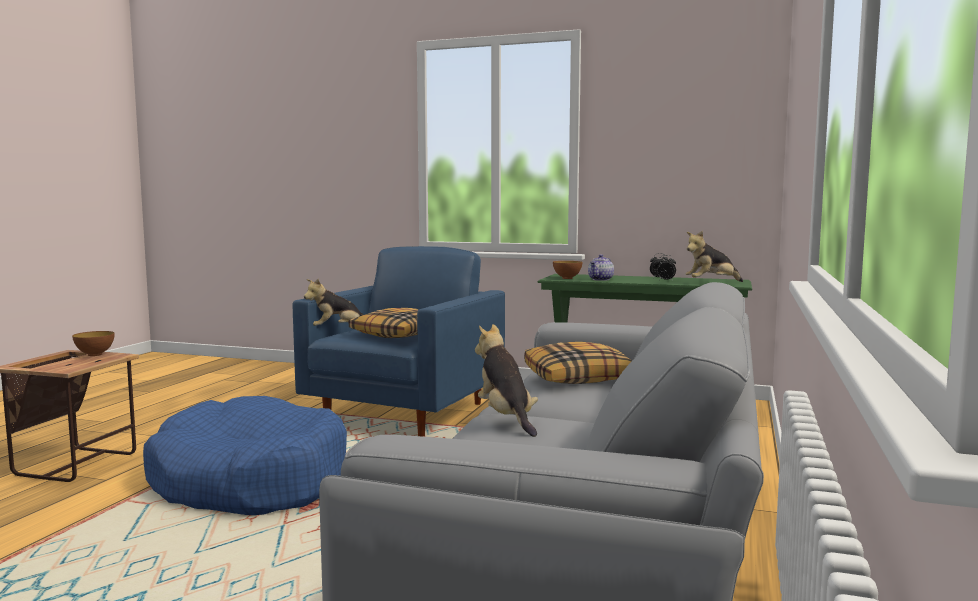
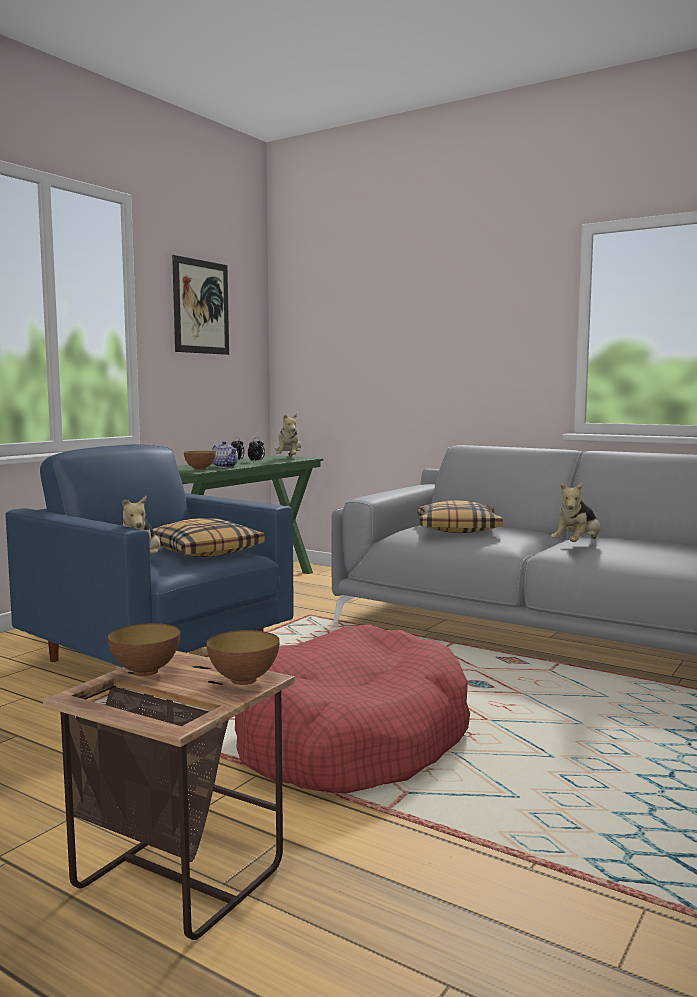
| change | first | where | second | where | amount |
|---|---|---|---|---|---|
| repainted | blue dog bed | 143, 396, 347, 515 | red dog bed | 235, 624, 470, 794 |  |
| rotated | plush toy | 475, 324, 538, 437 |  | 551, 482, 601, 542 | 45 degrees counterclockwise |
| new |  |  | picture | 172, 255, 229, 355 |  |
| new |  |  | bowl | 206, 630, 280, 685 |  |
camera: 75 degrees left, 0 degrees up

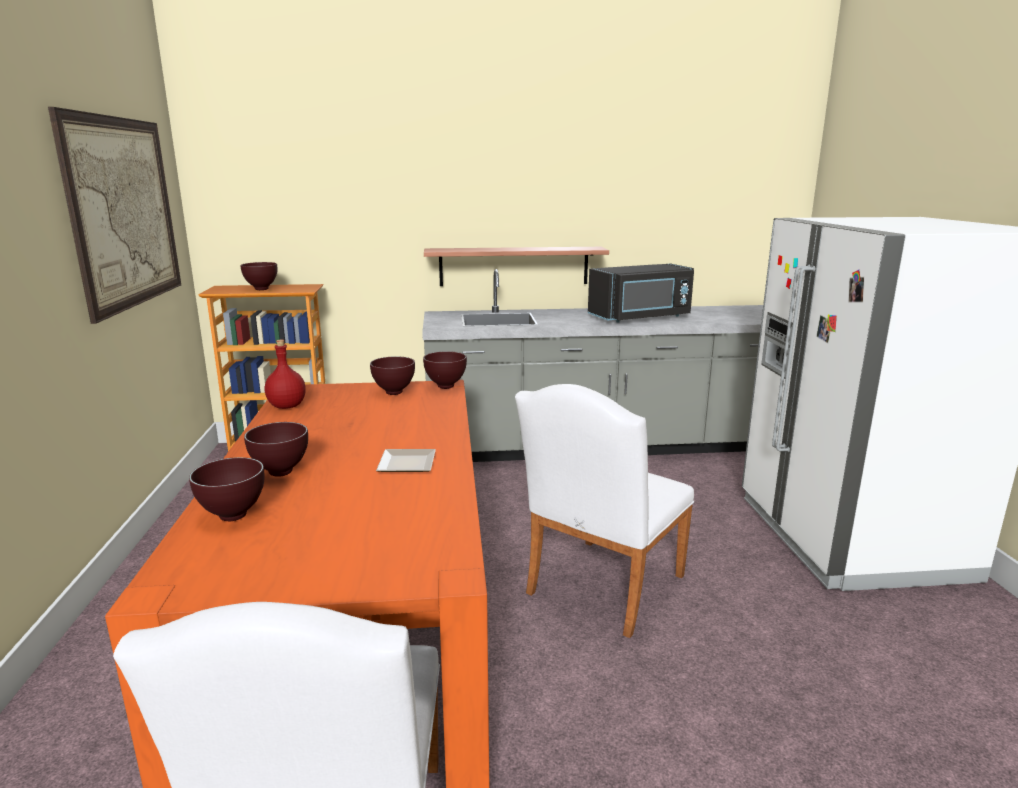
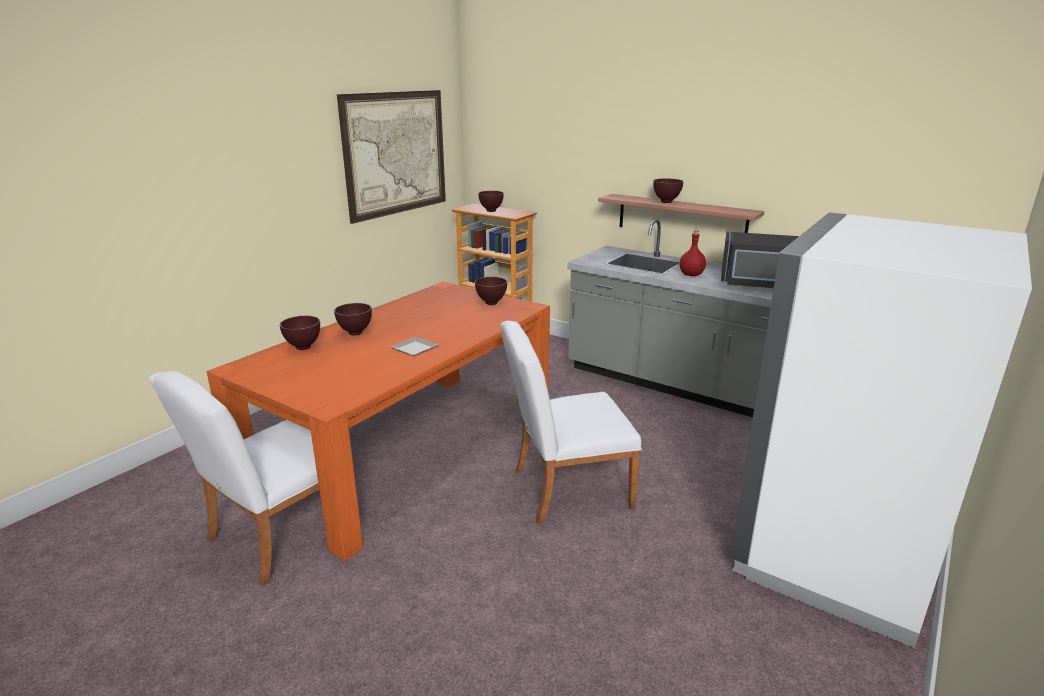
| change | first | where | second | where | amount |
|---|---|---|---|---|---|
| shifted | red bottle | 265, 339, 306, 409 |  | 680, 230, 706, 276 |  |
| shifted | brown bowl | 423, 351, 467, 389 |  | 653, 178, 683, 203 |  |
camera: 40 degrees right, 5 degrees up

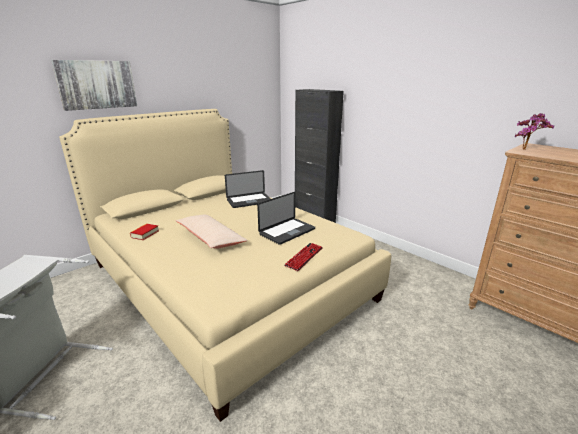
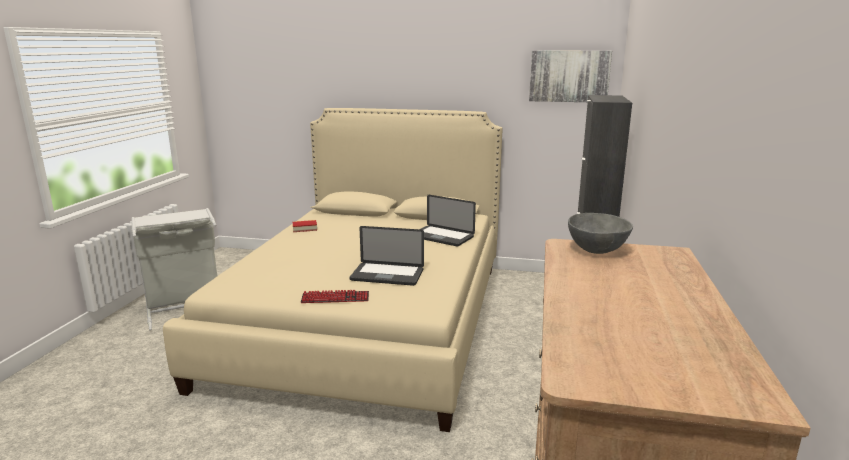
| change | first | where | second | where | amount |
|---|---|---|---|---|---|
| shifted | picture | 51, 60, 137, 111 |  | 529, 51, 612, 102 |  |
| gone | beige pillow | 175, 215, 248, 249 |  |  |  |
| swapped | potted plant | 515, 113, 554, 150 | grey bowl | 568, 213, 633, 254 |  |
camera: 55 degrees right, 5 degrees down

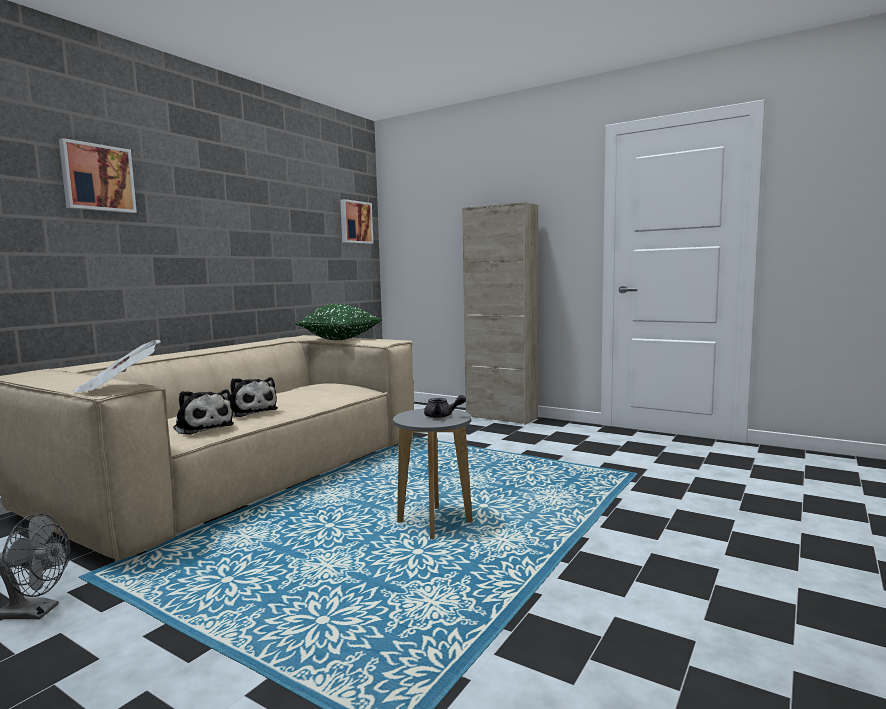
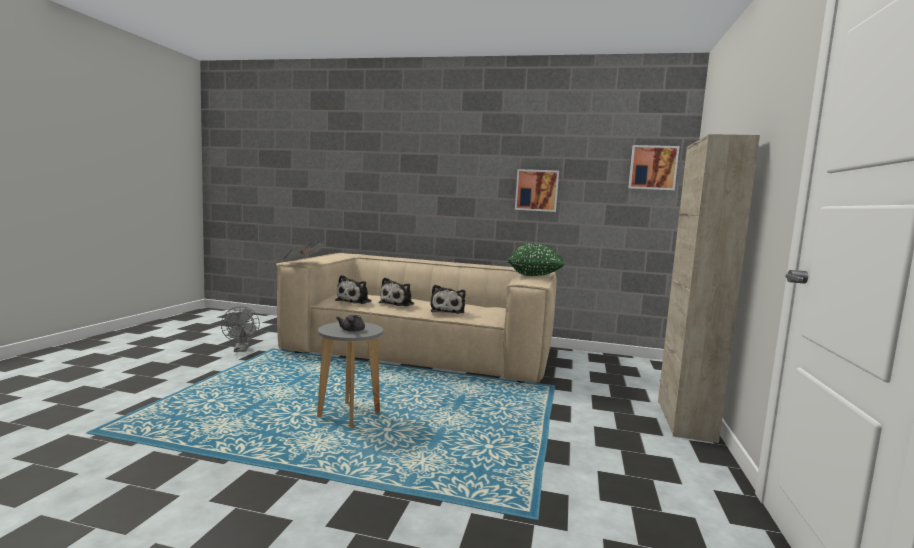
| change | first | where | second | where | amount |
|---|---|---|---|---|---|
| shifted | picture | 59, 138, 137, 213 |  | 515, 169, 559, 212 |  |
| new |  |  | plush toy | 430, 285, 466, 314 |  |
camera: 70 degrees right, 0 degrees up

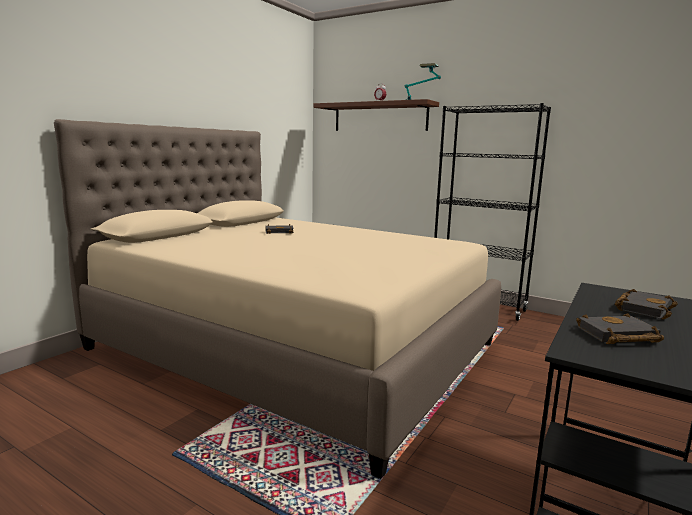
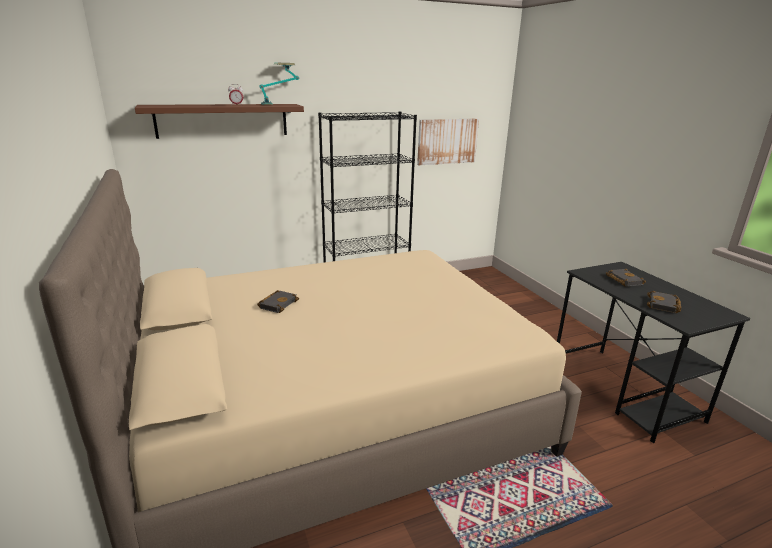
| change | first | where | second | where | amount |
|---|---|---|---|---|---|
| new |  |  | picture | 417, 119, 479, 165 |  |
camera: 55 degrees left, 10 degrees up

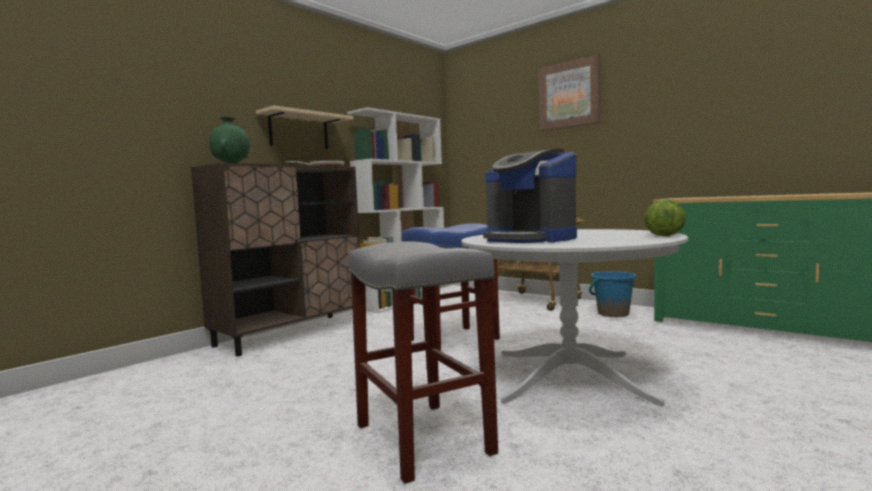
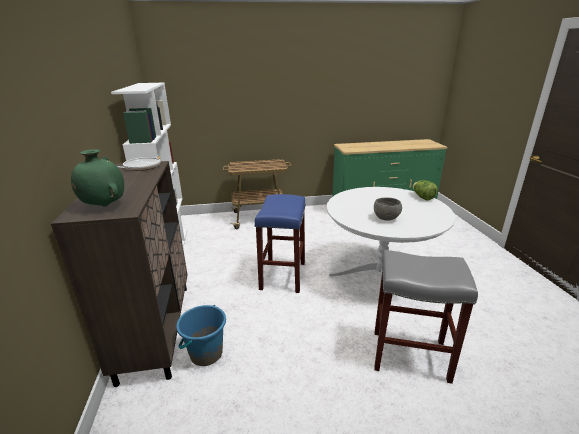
| change | first | where | second | where | amount |
|---|---|---|---|---|---|
| gone | beige shelf | 256, 105, 353, 149 |  |  |  |
| swapped | coffee machine | 483, 149, 577, 243 | grey bowl | 374, 197, 402, 221 |  |
| gone | picture | 539, 55, 600, 131 |  |  |  |
| shifted | blue bucket | 589, 271, 637, 317 |  | 176, 305, 226, 366 |  |
camera: 50 degrees left, 20 degrees up

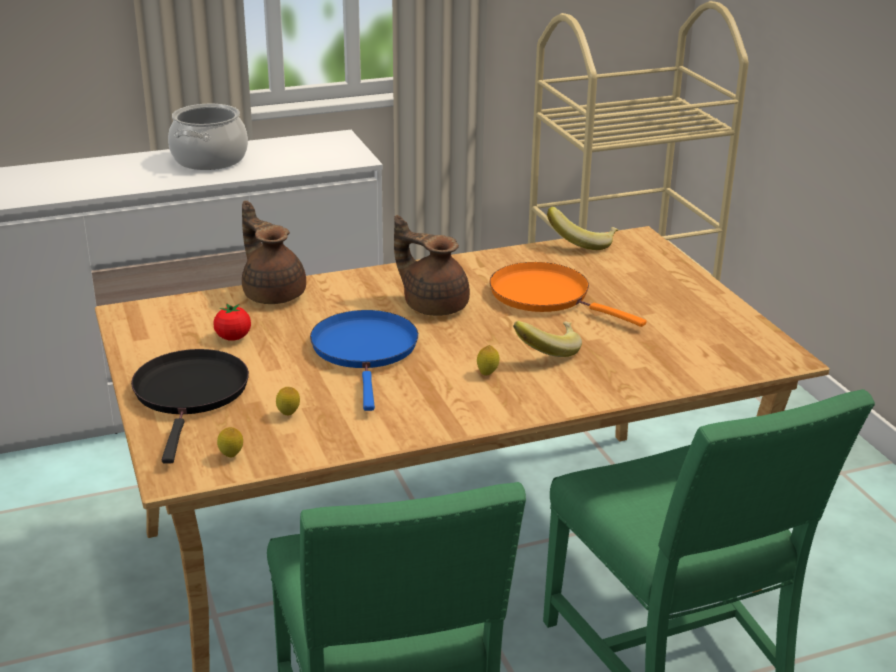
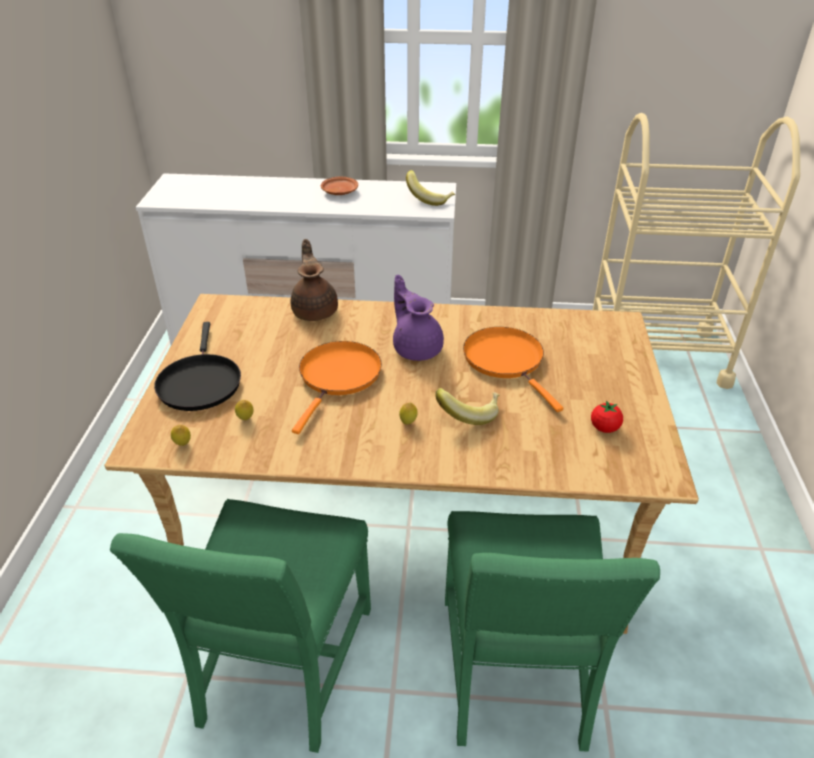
| change | first | where | second | where | amount |
|---|---|---|---|---|---|
| rotated | black frying pan | 131, 349, 249, 464 |  | 154, 322, 241, 411 | 150 degrees clockwise |
| swapped | cooking pot | 168, 104, 248, 170 | brown plate | 321, 177, 358, 195 |  |
| shifted | tomato | 214, 303, 251, 341 |  | 591, 400, 623, 433 |  |
| repainted | blue frying pan | 310, 310, 418, 411 | orange frying pan | 292, 341, 382, 434 |  |
| repainted | brown teapot | 394, 215, 470, 316 | purple teapot | 393, 275, 444, 361 |  |
| shifted | banana | 547, 207, 618, 250 |  | 406, 170, 455, 206 |  |
camera: 25 degrees right, 10 degrees up

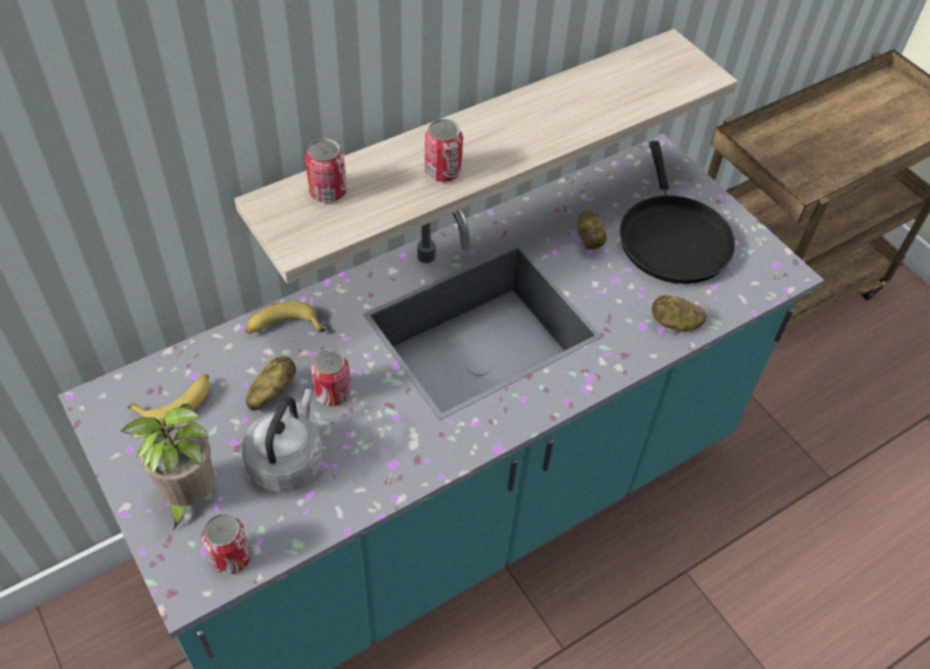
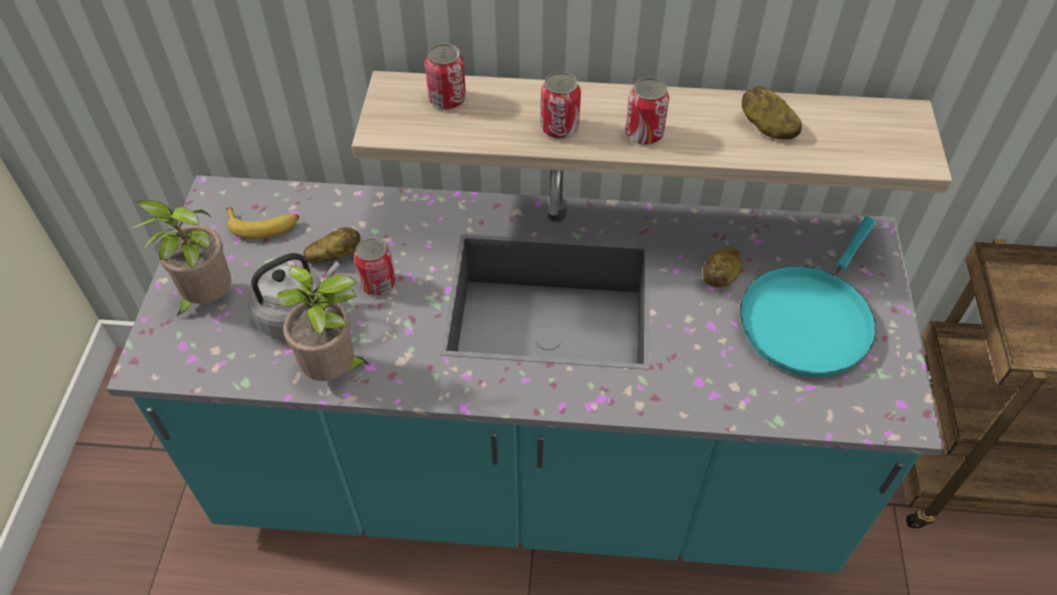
| change | first | where | second | where | amount |
|---|---|---|---|---|---|
| shifted | can | 202, 514, 251, 575 |  | 625, 77, 669, 145 |  |
| gone | banana | 245, 302, 325, 334 |  |  |  |
| repainted | black frying pan | 620, 141, 735, 284 | turquoise frying pan | 740, 216, 876, 377 |  |
| shifted | potato | 652, 295, 706, 332 |  | 742, 86, 802, 139 |  |
| new |  |  | potted plant | 278, 266, 371, 381 |  |
camera: 40 degrees right, 0 degrees up

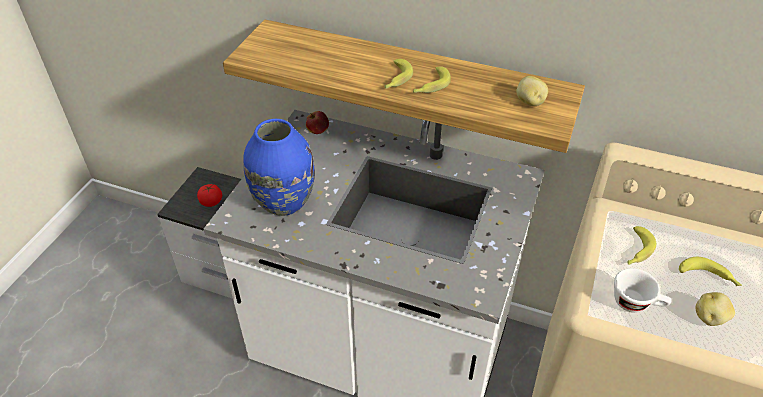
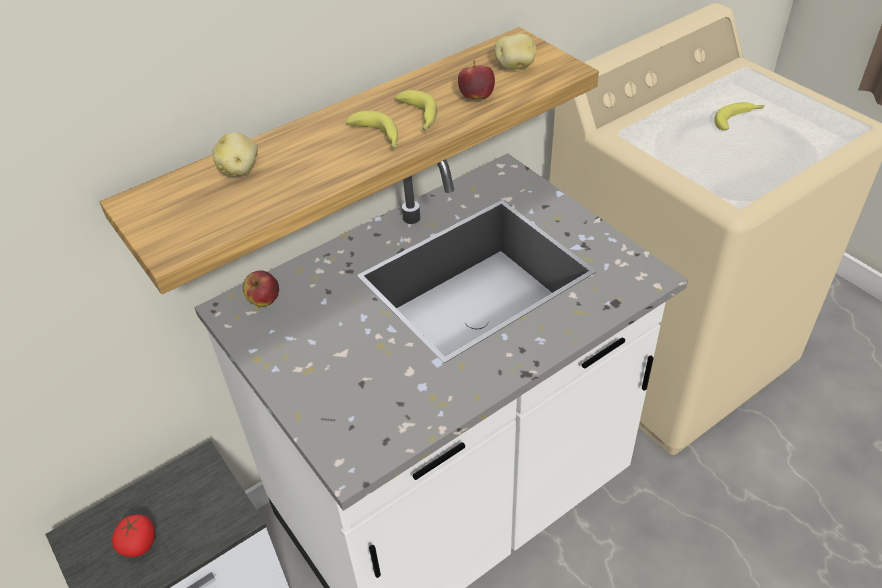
| change | first | where | second | where | amount |
|---|---|---|---|---|---|
| gone | blue vase | 243, 119, 315, 216 |  |  |  |
| gone | white cup | 614, 268, 672, 313 |  |  |  |
| gone | banana | 627, 226, 656, 265 |  |  |  |
| shifted | potato | 695, 292, 735, 326 |  | 213, 132, 258, 176 |  |
| new |  |  | apple | 458, 61, 495, 99 |  |
camera: 55 degrees left, 0 degrees up

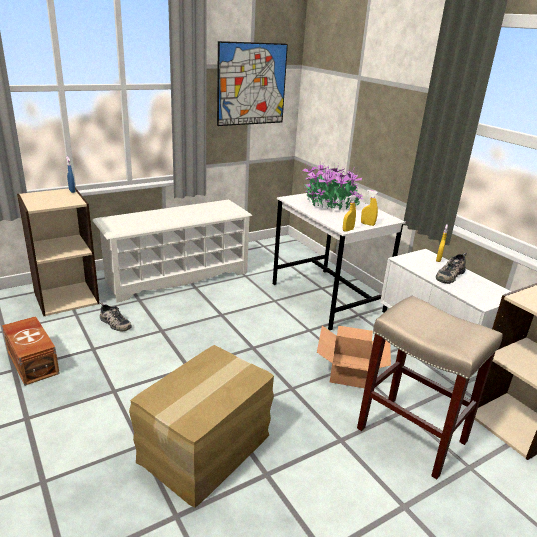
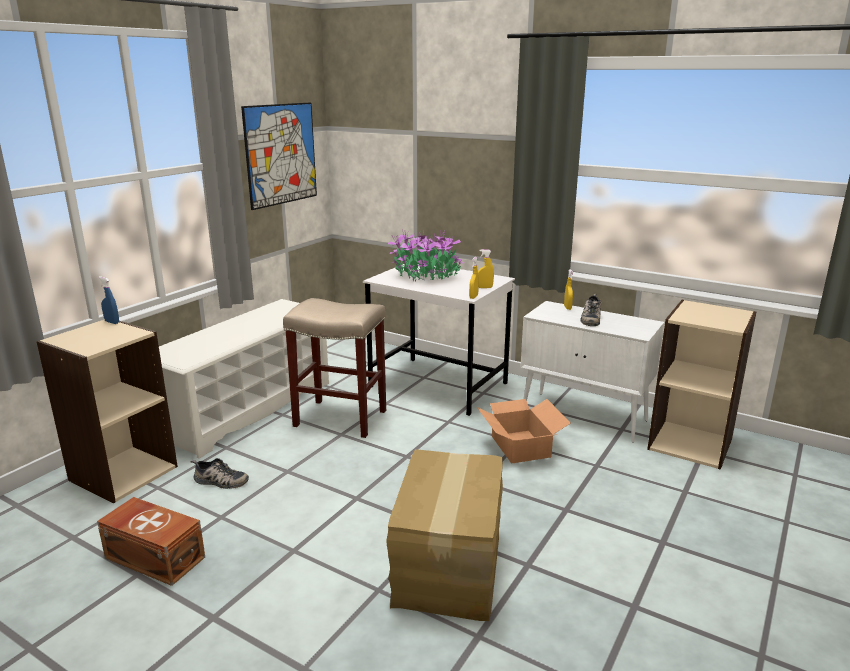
| change | first | where | second | where | amount |
|---|---|---|---|---|---|
| shifted | beige stool | 357, 296, 503, 479 |  | 283, 298, 386, 438 |  |
camera: 25 degrees left, 5 degrees down

